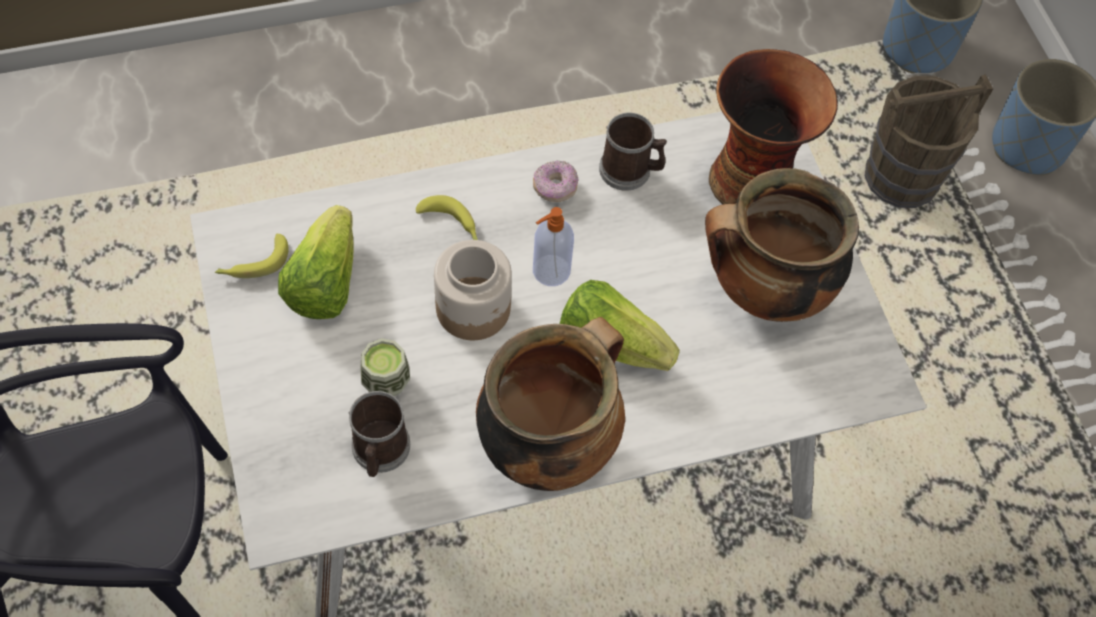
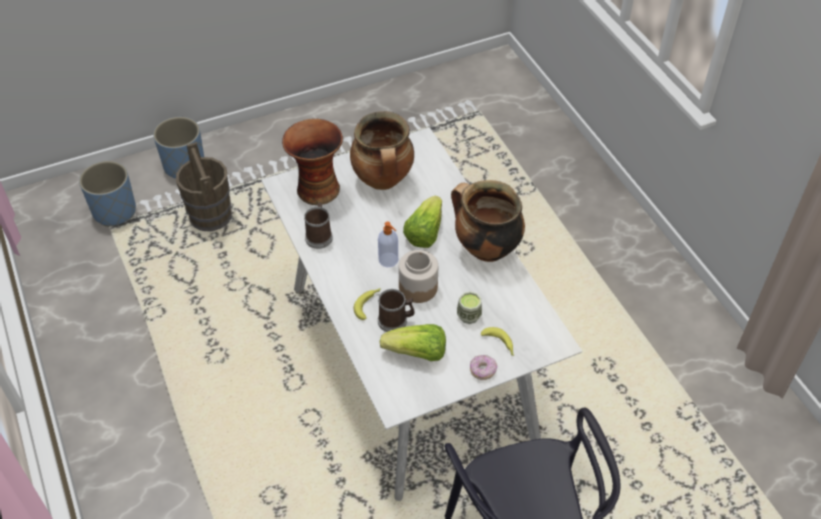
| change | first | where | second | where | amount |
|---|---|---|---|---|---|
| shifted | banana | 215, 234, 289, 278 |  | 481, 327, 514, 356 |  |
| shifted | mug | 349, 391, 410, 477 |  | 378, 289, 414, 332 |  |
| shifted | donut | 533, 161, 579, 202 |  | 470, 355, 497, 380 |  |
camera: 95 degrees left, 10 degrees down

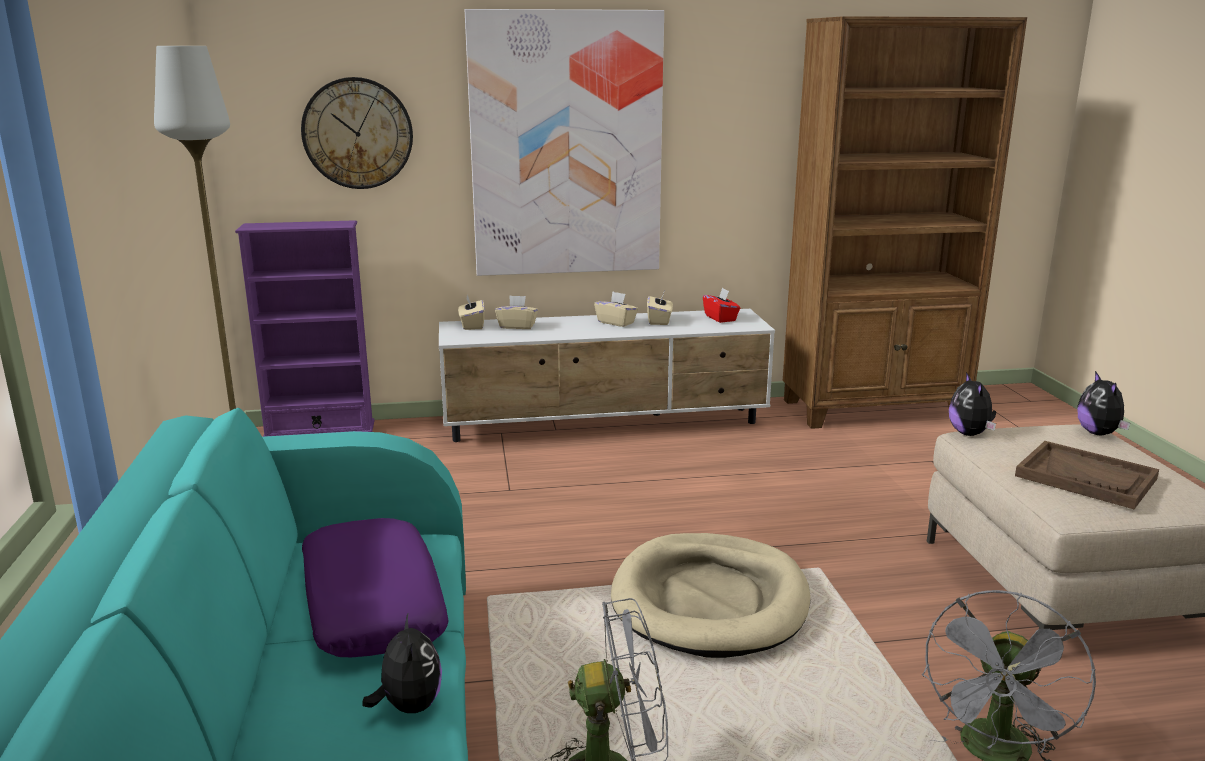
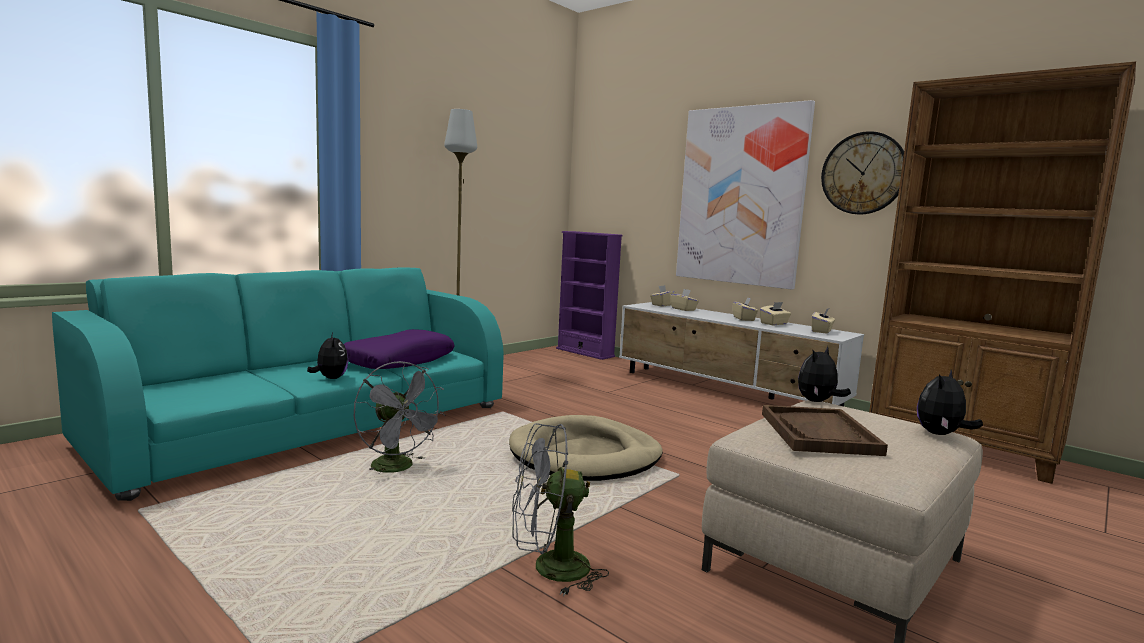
| change | first | where | second | where | amount |
|---|---|---|---|---|---|
| shifted | wall clock | 301, 77, 413, 189 |  | 821, 131, 904, 214 |  |
| rotated | plush toy | 363, 614, 442, 713 |  | 307, 333, 349, 379 | 60 degrees counterclockwise |
| repainted | red tissue box | 703, 287, 740, 323 | beige tissue box | 811, 309, 835, 334 |  |
camera: 50 degrees right, 10 degrees down

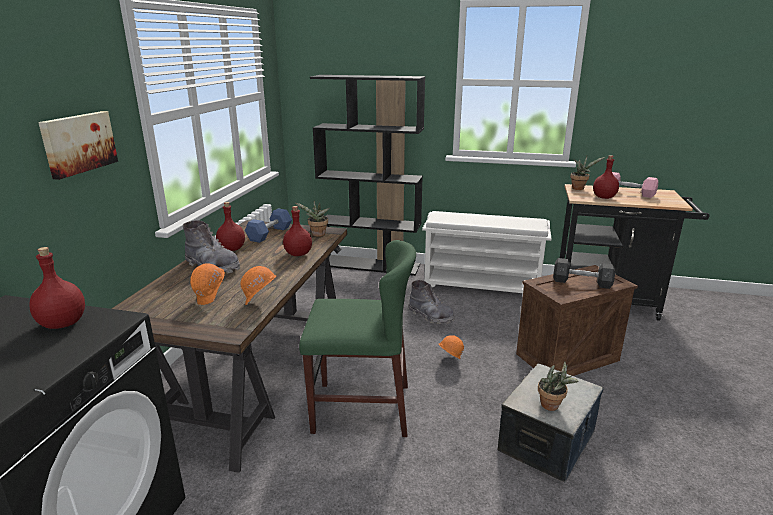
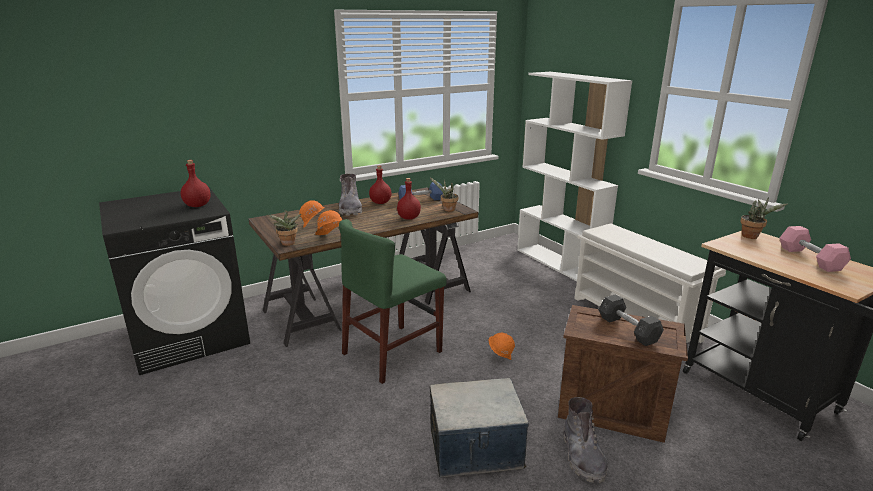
| change | first | where | second | where | amount |
|---|---|---|---|---|---|
| gone | picture | 38, 111, 118, 180 |  |  |  |
| rotated | green chair | 299, 240, 416, 437 |  | 339, 219, 447, 384 | 90 degrees clockwise |
| repainted | black bookcase | 310, 75, 425, 276 | white bookcase | 517, 72, 632, 281 |  |
| shifted | grey boot | 408, 280, 455, 324 |  | 563, 397, 608, 483 |  |
| shifted | potted plant | 538, 361, 579, 411 |  | 268, 210, 301, 246 |  |
| gone | red bottle | 593, 155, 619, 199 |  |  |  |
camera: 45 degrees right, 0 degrees up

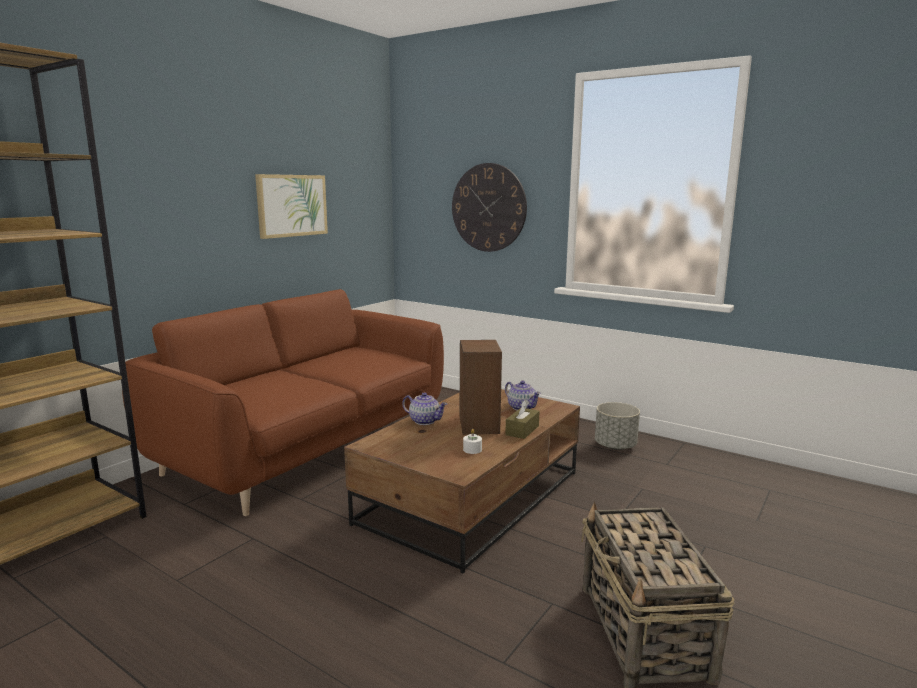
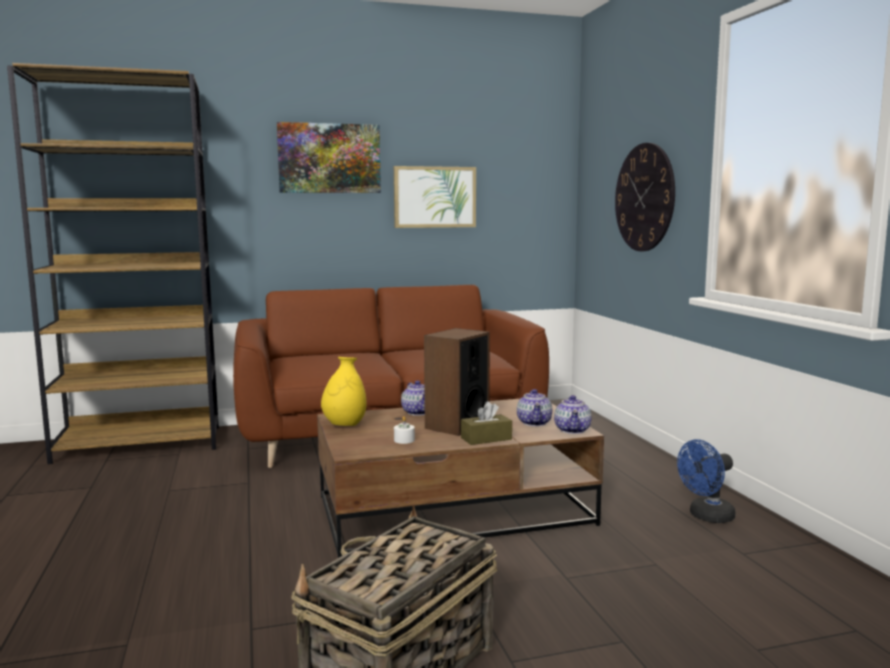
| change | first | where | second | where | amount |
|---|---|---|---|---|---|
| swapped | grey planter | 595, 402, 640, 450 | blue fan | 677, 440, 735, 523 |  |
| new |  |  | picture | 277, 122, 381, 193 |  |
| new |  |  | yellow vase | 321, 357, 367, 426 |  |
| new |  |  | teapot | 554, 395, 592, 434 |  |
camera: 40 degrees right, 5 degrees down

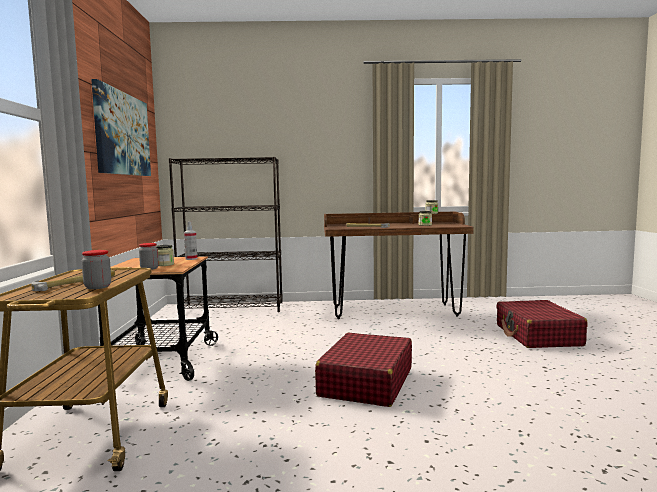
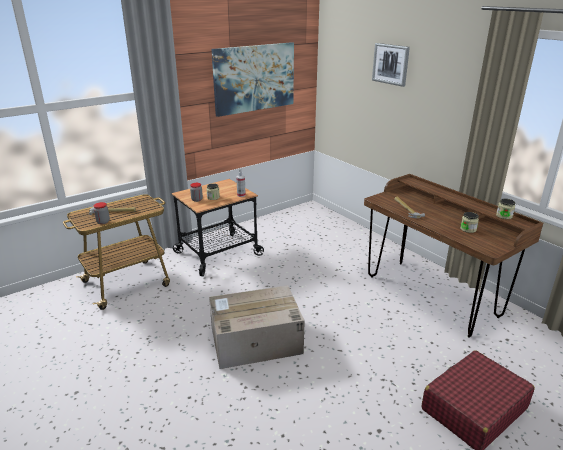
| change | first | where | second | where | amount |
|---|---|---|---|---|---|
| gone | black bookcase | 169, 157, 283, 312 |  |  |  |
| swapped | red suitcase | 315, 333, 412, 407 | cardboard box | 209, 285, 305, 369 |  |
| new |  |  | picture | 372, 43, 410, 87 |  |
camera: 55 degrees right, 20 degrees up

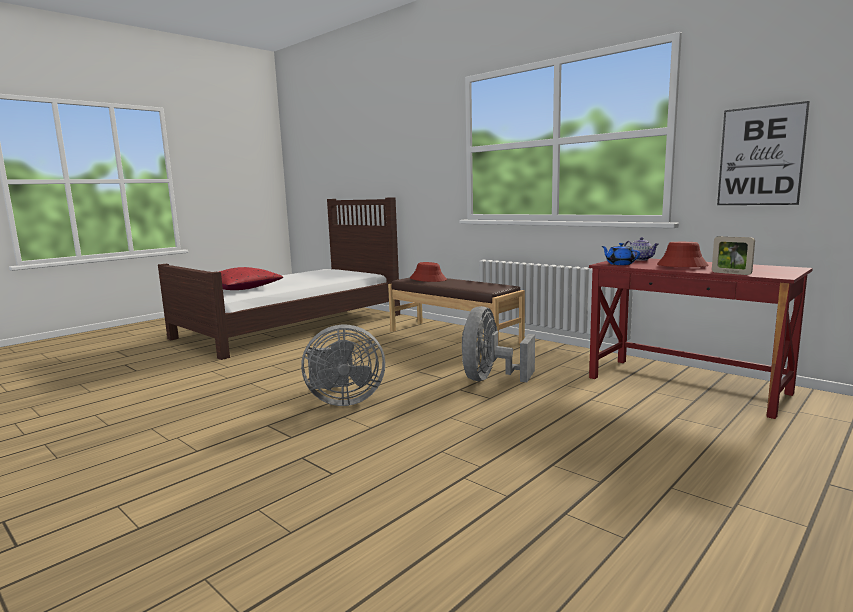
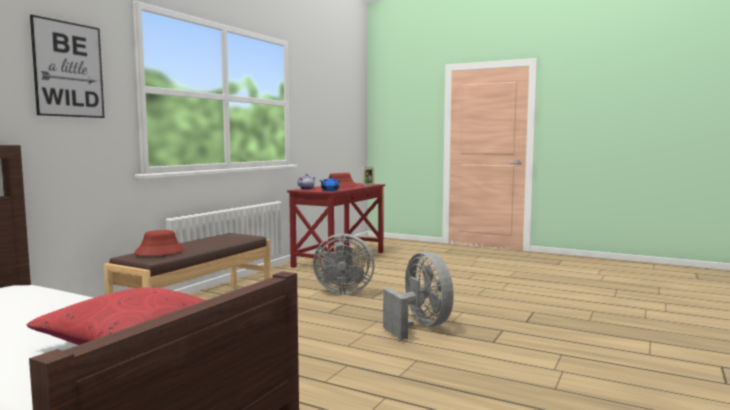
| change | first | where | second | where | amount |
|---|---|---|---|---|---|
| shifted | picture | 717, 101, 810, 205 |  | 30, 15, 105, 118 |  |
camera: 105 degrees left, 5 degrees down

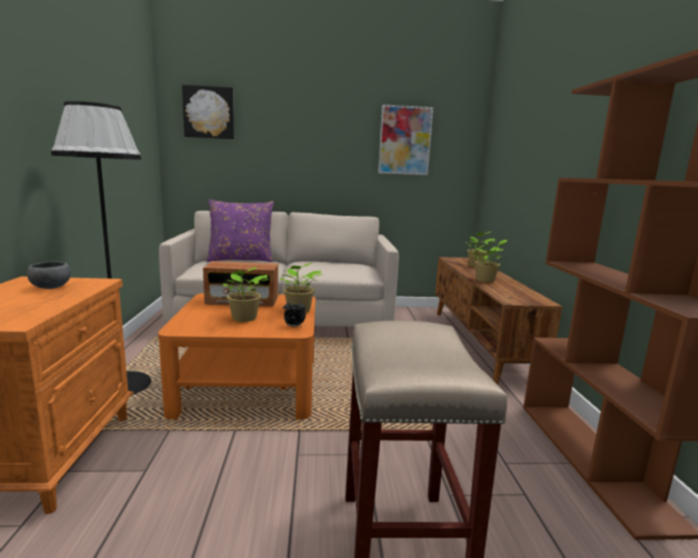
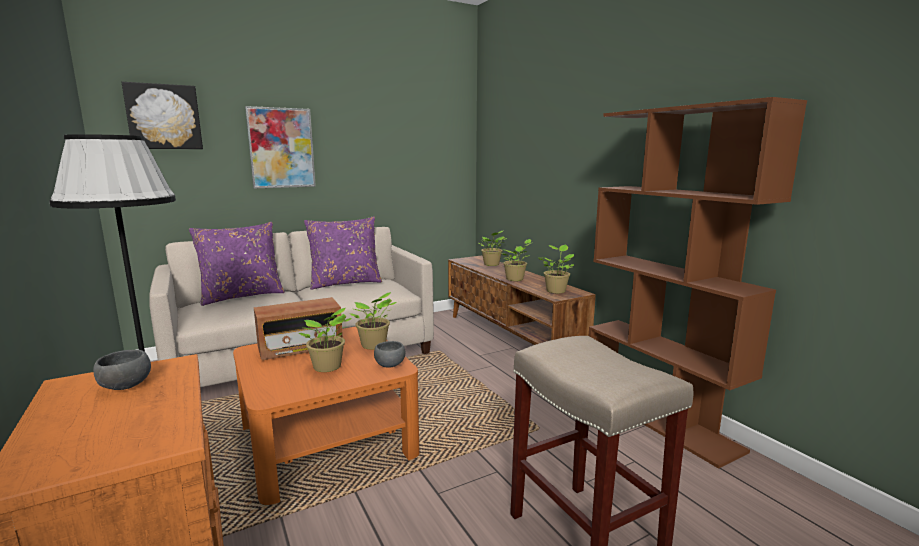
| change | first | where | second | where | amount |
|---|---|---|---|---|---|
| swapped | alarm clock | 283, 299, 306, 328 | grey bowl | 374, 341, 405, 368 |  |
| shifted | picture | 378, 105, 434, 175 |  | 245, 106, 316, 189 |  |
| new |  |  | purple pillow | 304, 216, 382, 290 |  |
| new |  |  | potted plant | 538, 244, 574, 293 |  |
camera: 25 degrees left, 0 degrees up

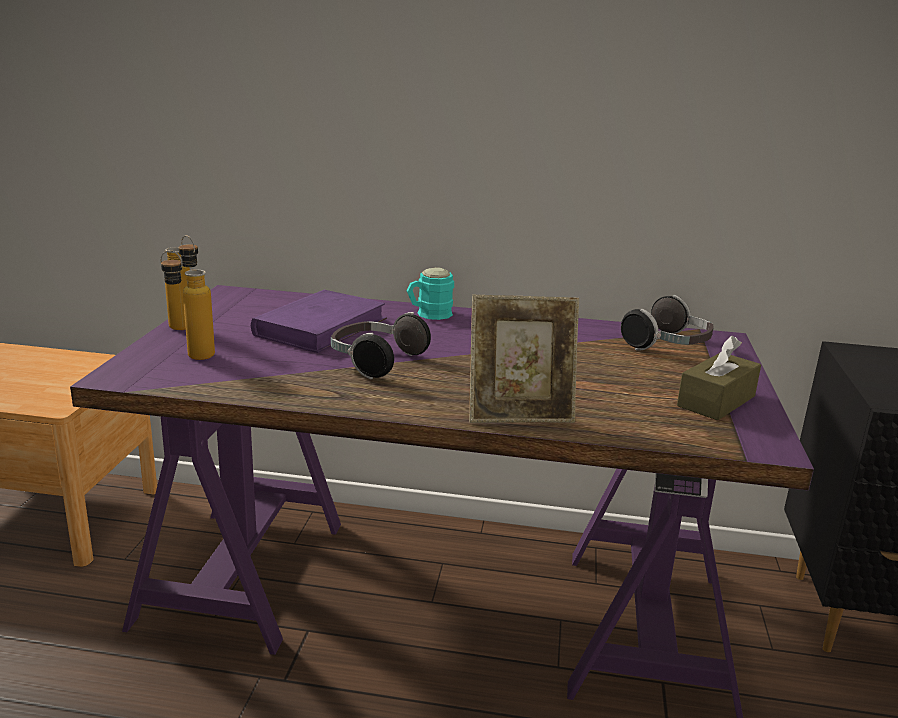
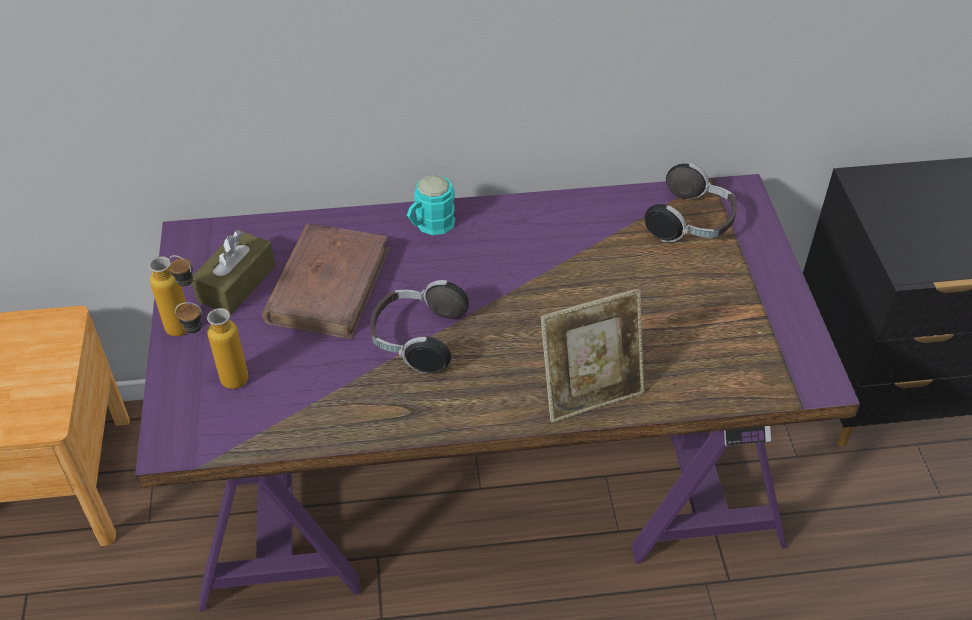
| change | first | where | second | where | amount |
|---|---|---|---|---|---|
| repainted | purple book | 251, 290, 387, 353 | brown book | 262, 223, 391, 339 |  |
| shifted | brown tissue box | 677, 336, 761, 421 |  | 192, 229, 276, 315 |  |
camera: 15 degrees left, 25 degrees up

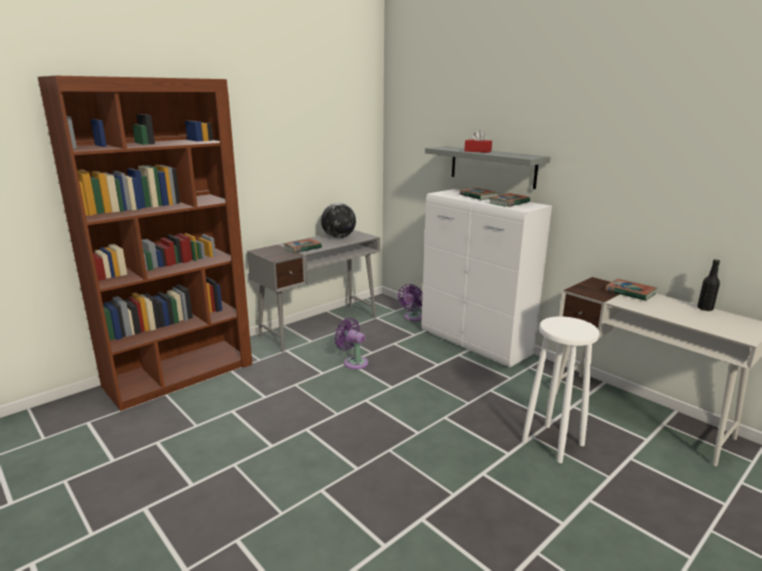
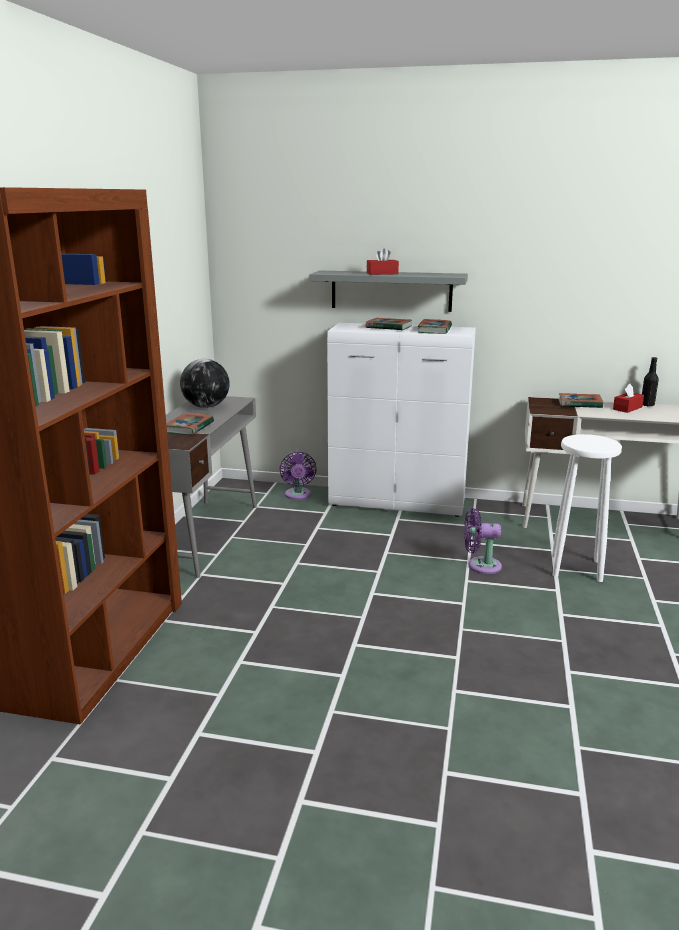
| change | first | where | second | where | amount |
|---|---|---|---|---|---|
| shifted | purple fan | 334, 318, 368, 369 |  | 464, 508, 502, 574 |  |
| new |  |  | red tissue box | 613, 384, 644, 413 |  |
camera: 35 degrees left, 0 degrees up

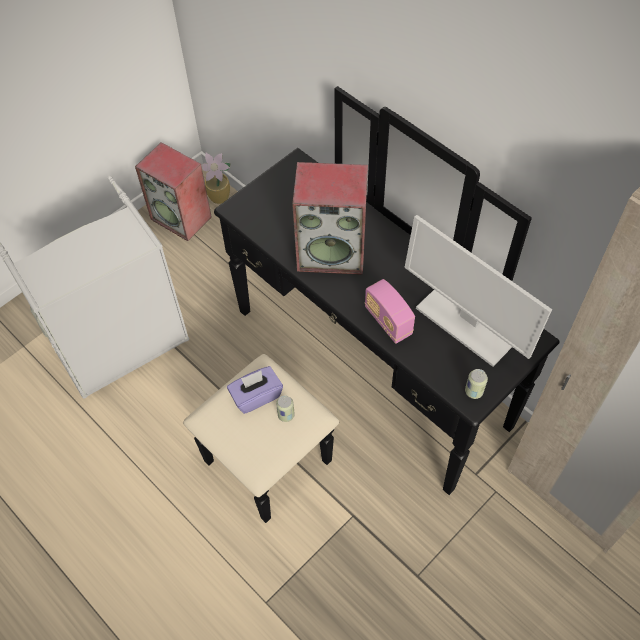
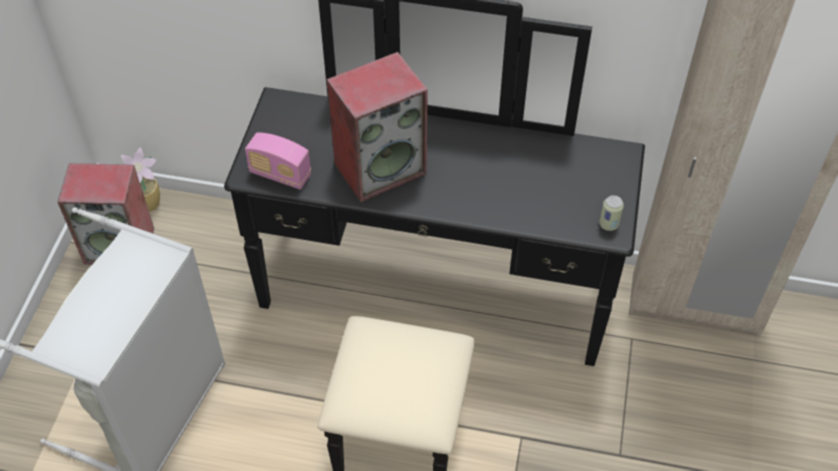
| change | first | where | second | where | amount |
|---|---|---|---|---|---|
| gone | purple tissue box | 227, 366, 283, 414 |  |  |  |
| gone | can | 276, 396, 295, 422 |  |  |  |
| shifted | radio | 365, 279, 415, 344 |  | 245, 133, 311, 190 |  |
| gone | monitor | 404, 215, 552, 367 |  |  |  |
camera: 35 degrees left, 5 degrees down

